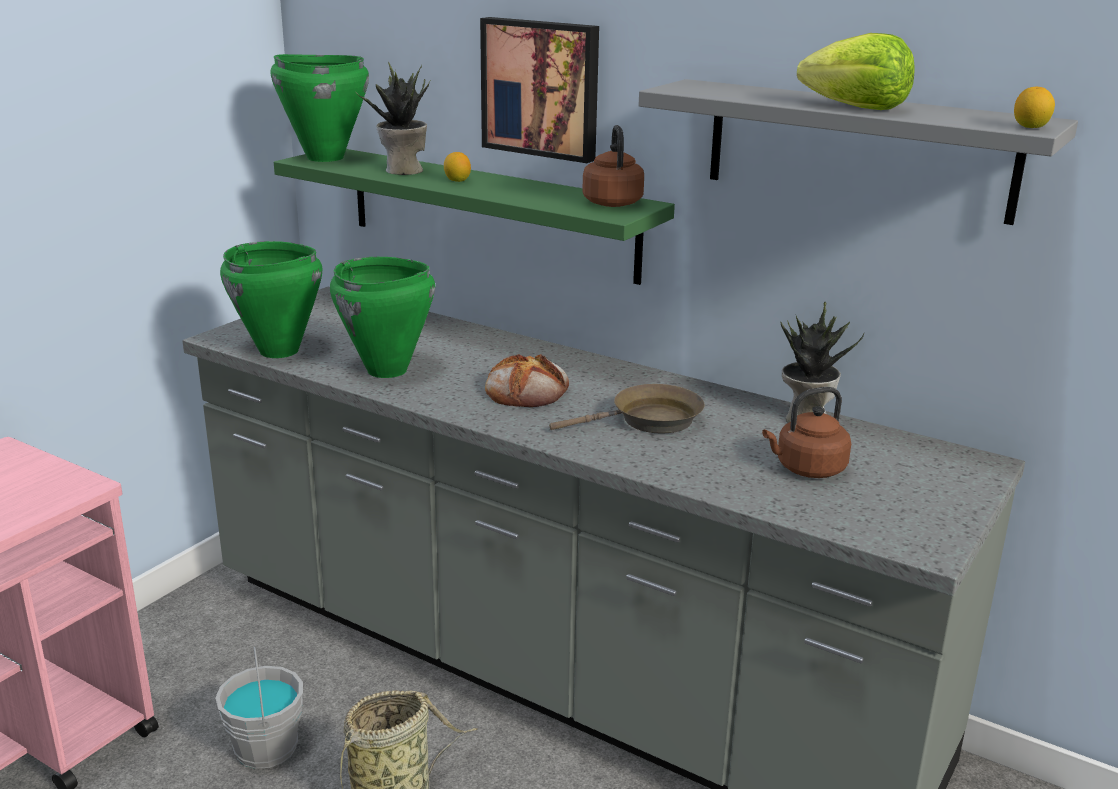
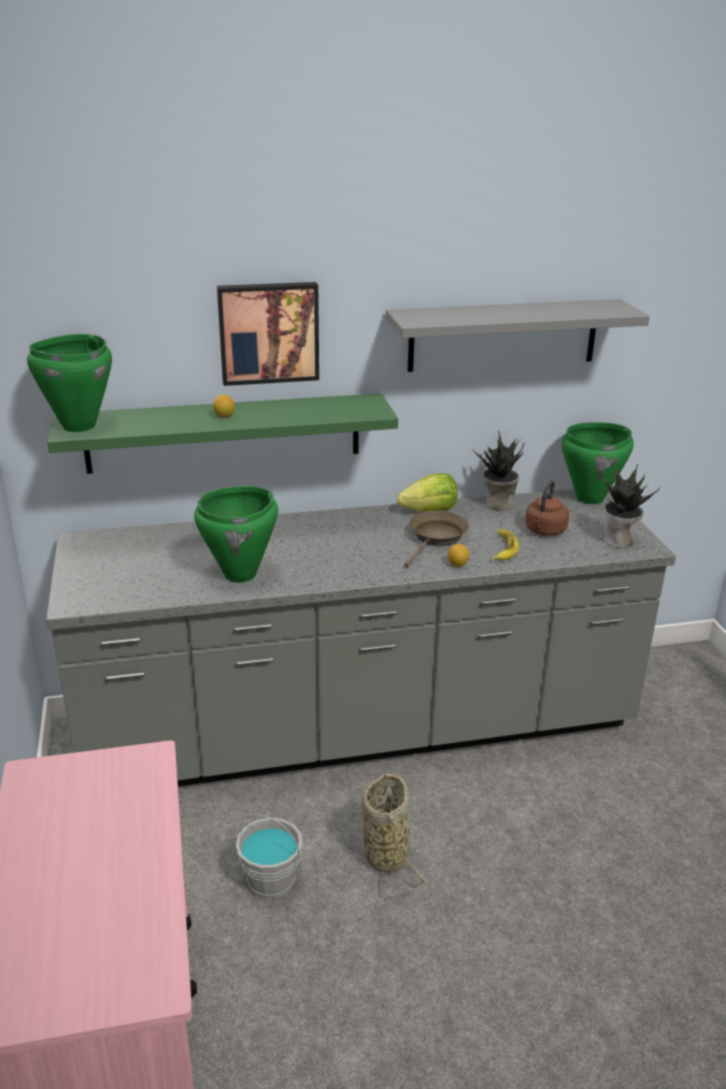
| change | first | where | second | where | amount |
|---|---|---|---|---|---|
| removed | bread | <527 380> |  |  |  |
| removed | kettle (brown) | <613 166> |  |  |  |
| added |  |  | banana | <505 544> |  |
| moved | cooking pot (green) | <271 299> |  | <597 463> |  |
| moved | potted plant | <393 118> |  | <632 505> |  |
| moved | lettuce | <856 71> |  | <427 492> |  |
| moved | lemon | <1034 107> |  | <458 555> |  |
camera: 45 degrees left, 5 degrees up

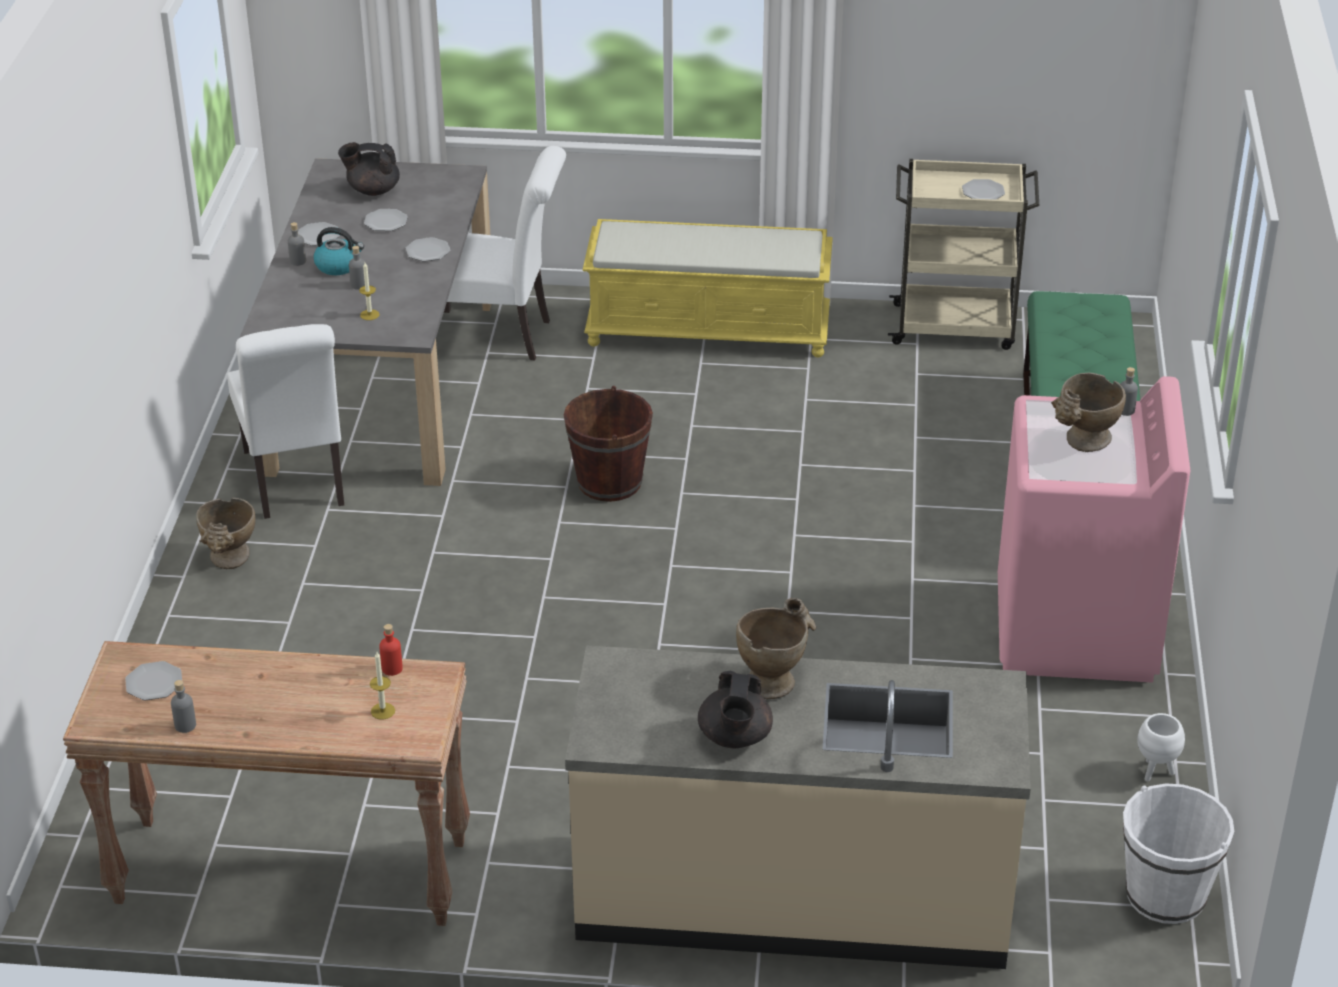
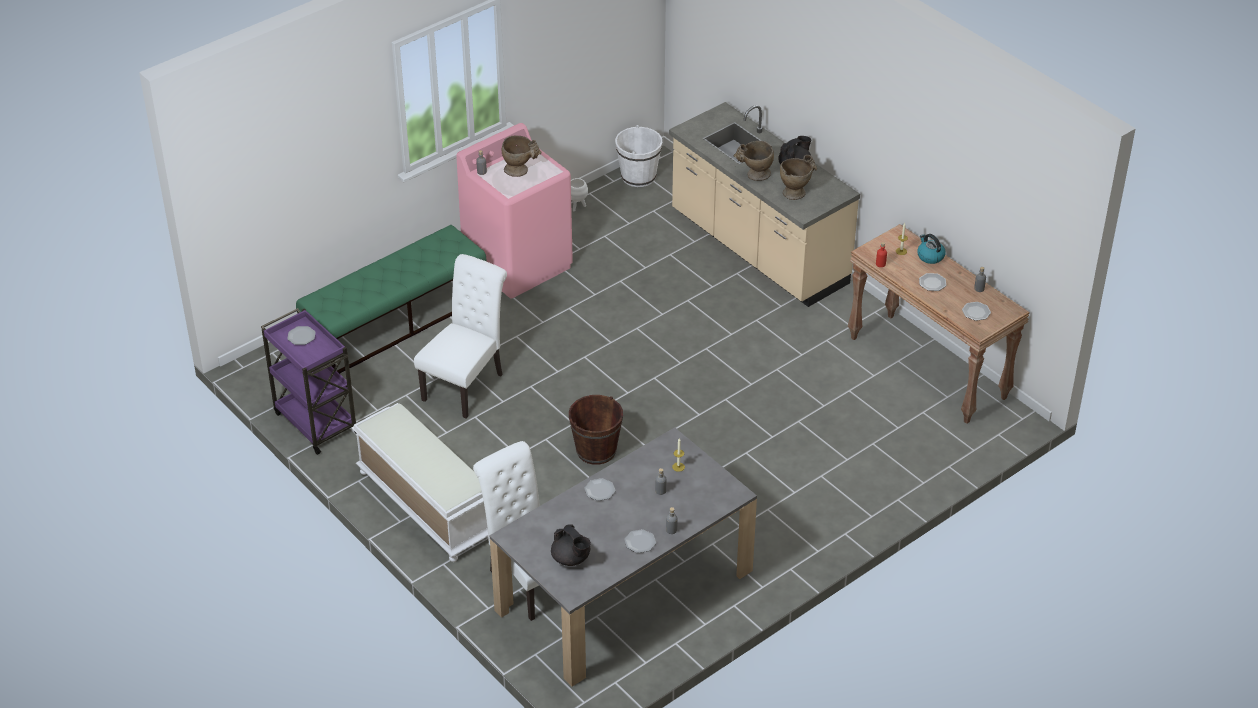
| change | first | where | second | where | amount |
|---|---|---|---|---|---|
| moved | vase (beige) | <225 533> |  | <798 177> |  |
| moved | chair (white) | <285 421> |  | <460 336> |  |
| moved | kettle | <338 251> |  | <931 249> |  |
| moved | plate | <386 220> |  | <932 282> |  |
| recoloured | bench (yellow) | <707 288> | bench (white) | <420 482> |  |
| recoloured | cart (beige) | <963 254> | cart (purple) | <309 381> |  |
camera: 135 degrees left, 5 degrees up

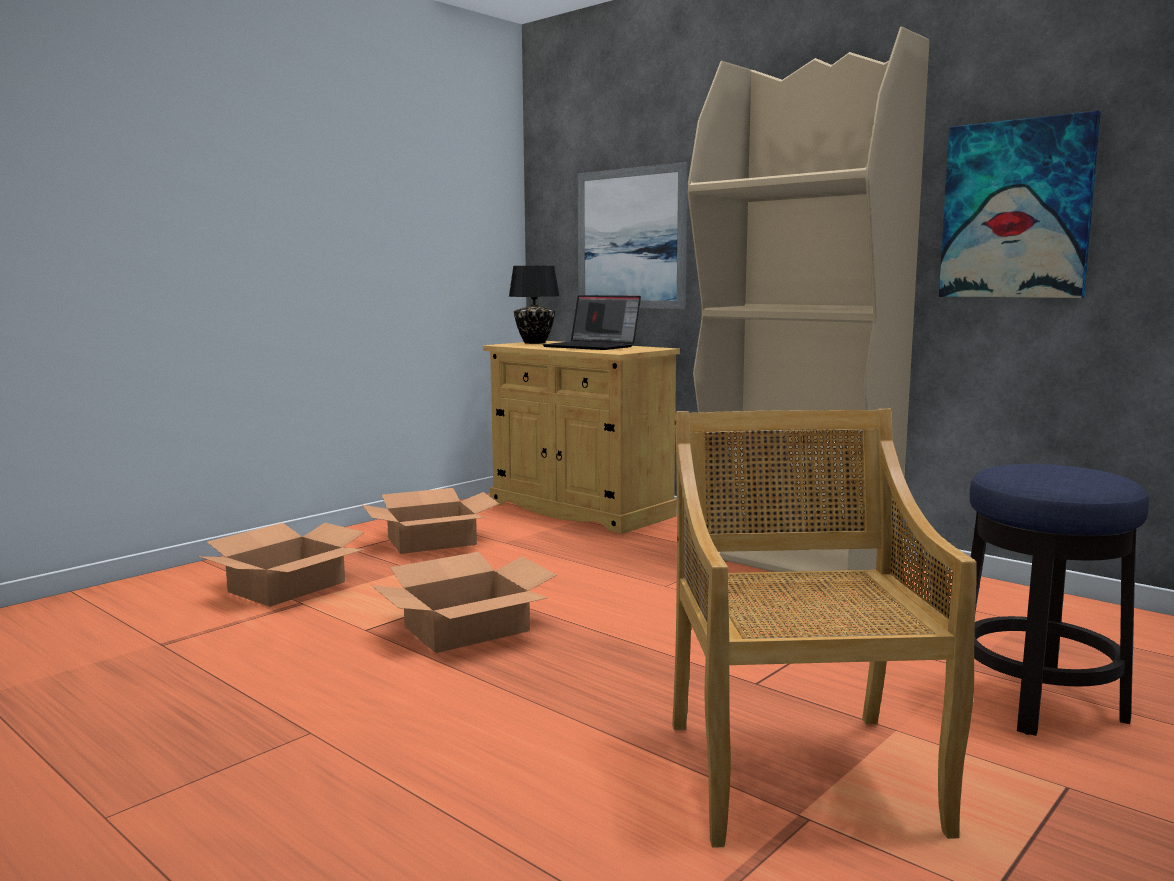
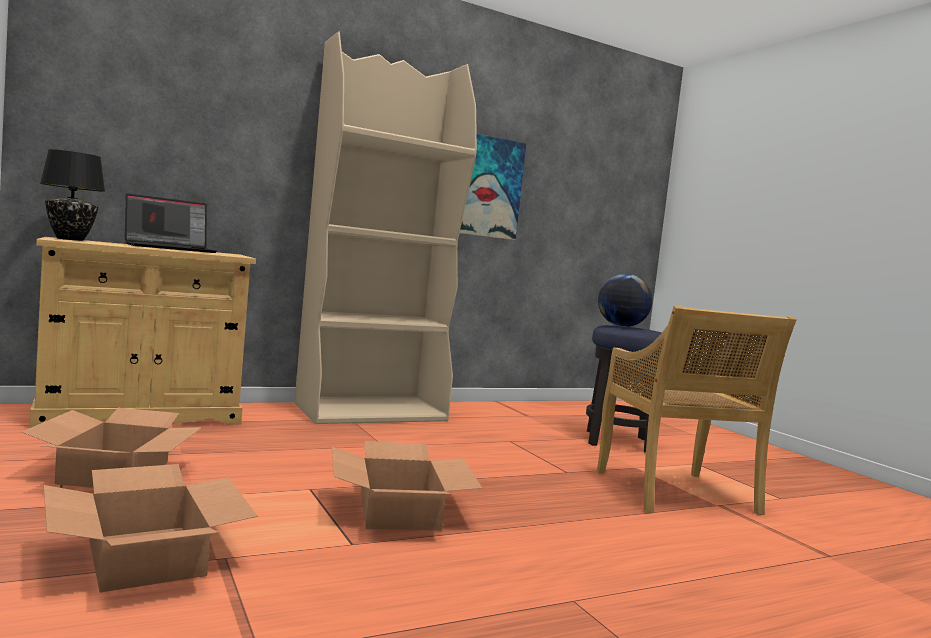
| change | first | where | second | where | amount |
|---|---|---|---|---|---|
| removed | picture | <633 235> |  |  |  |
| added |  |  | globe | <625 300> |  |
| turned | chair (beige) | <824 628> |  | <696 410> | 120 degrees counterclockwise |
camera: 70 degrees left, 5 degrees down

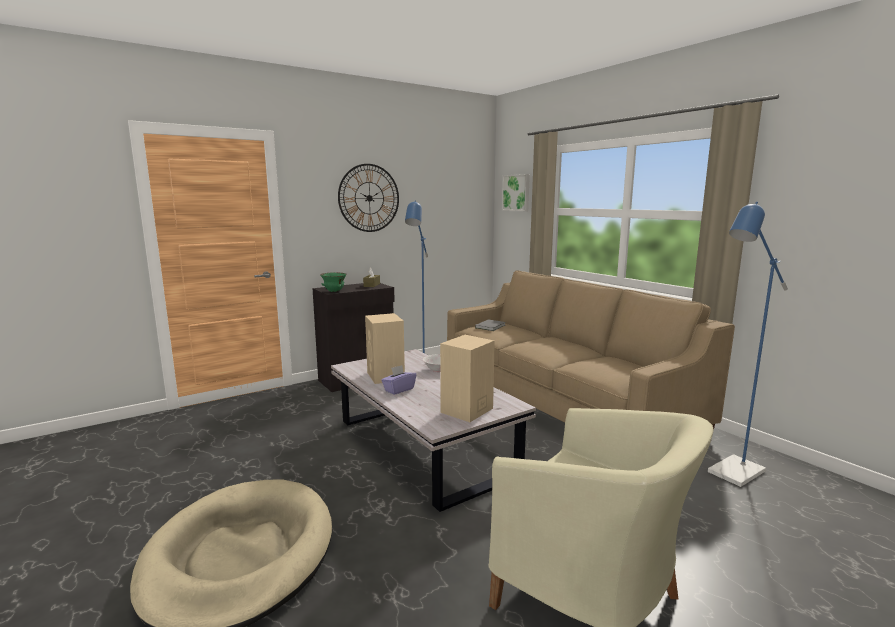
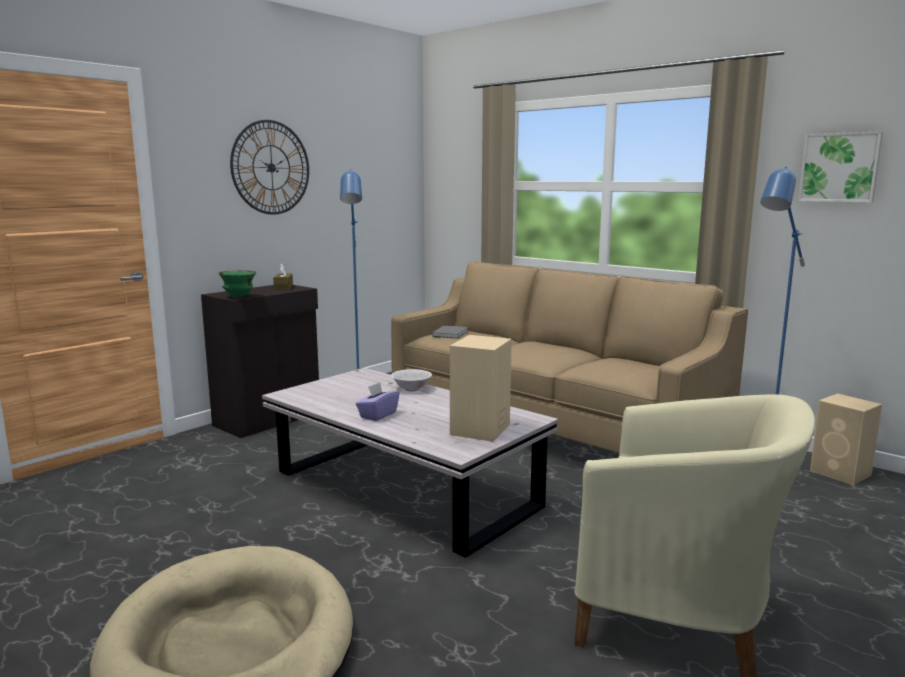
| change | first | where | second | where | amount |
|---|---|---|---|---|---|
| moved | speaker (beige) | <385 348> |  | <846 439> |  |
| moved | picture | <516 192> |  | <840 167> |  |
camera: 15 degrees left, 0 degrees up

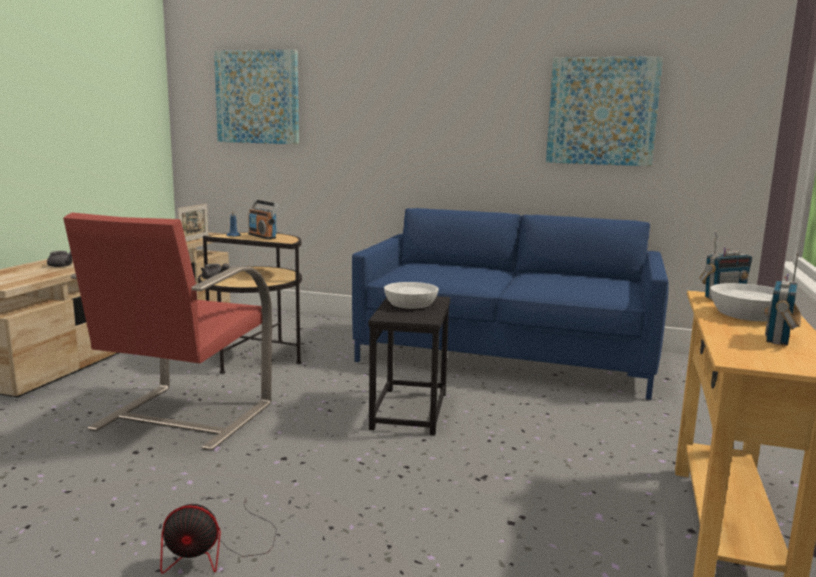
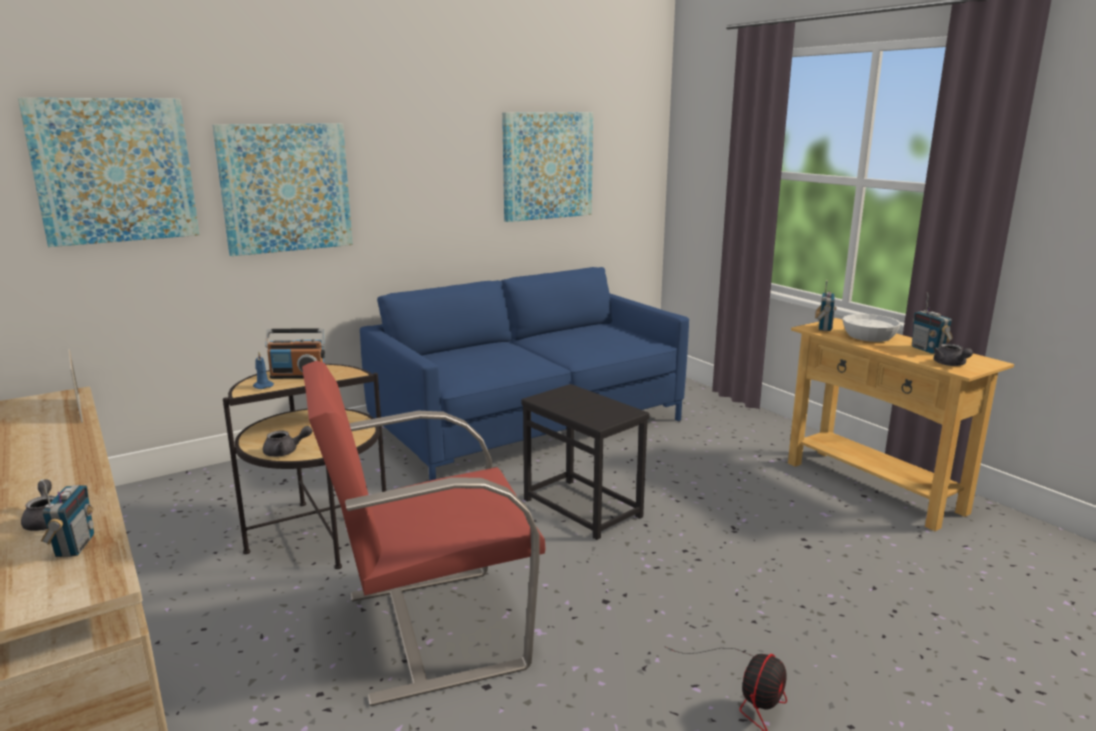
| change | first | where | second | where | amount |
|---|---|---|---|---|---|
| removed | bowl (white) | <411 295> |  |  |  |
| added |  |  | radio | <67 518> |  |
| added |  |  | picture | <282 189> |  |
| added |  |  | teapot (grey) | <953 354> |  |
| turned | armchair (red) | <167 331> |  | <423 533> | 105 degrees clockwise |
camera: 50 degrees left, 5 degrees up

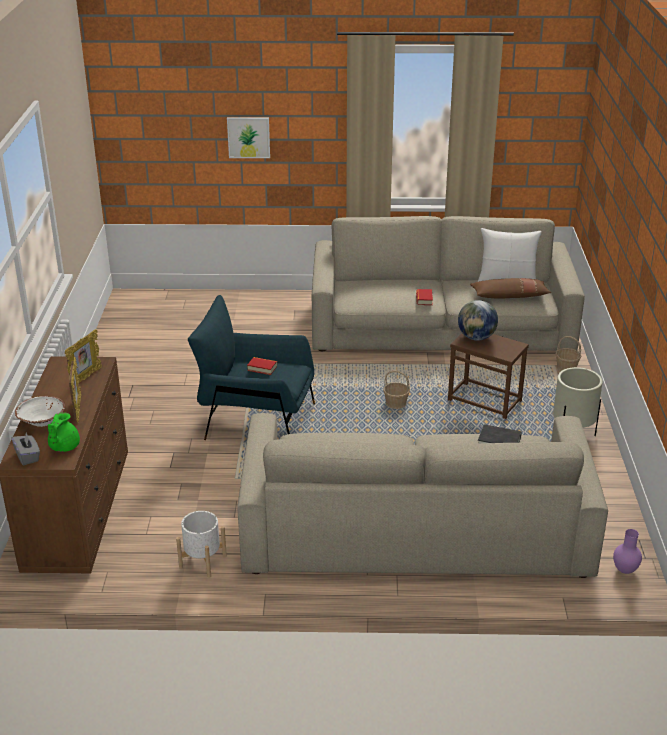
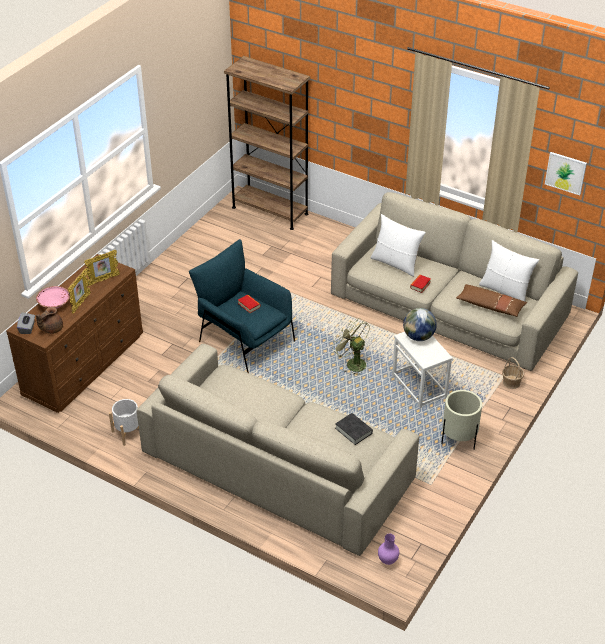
| change | first | where | second | where | amount |
|---|---|---|---|---|---|
| added |  |  | bookcase (brown) | <267 143> |  |
| added |  |  | pillow (white) | <398 245> |  |
| moved | picture | <248 137> |  | <566 173> |  |
| replaced | basket | <396 389> | fan (green) | <351 346> |  |
| recoloured | bowl (white) | <40 411> | bowl (pink) | <53 297> |  |
| recoloured | teapot (green) | <64 432> | teapot (brown) | <49 320> |  |
| recoloured | side table (brown) | <488 376> | side table (white) | <422 370> |  |
camera: 30 degrees right, 10 degrees up

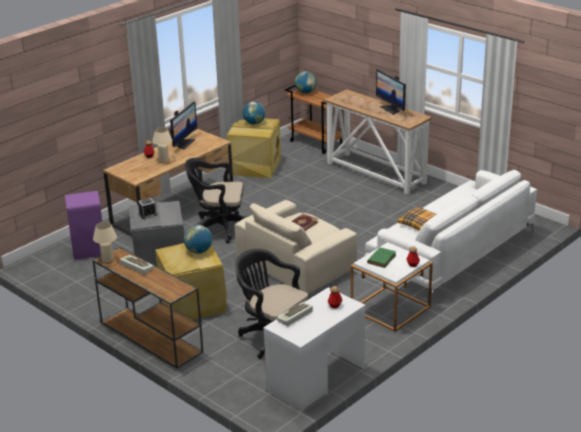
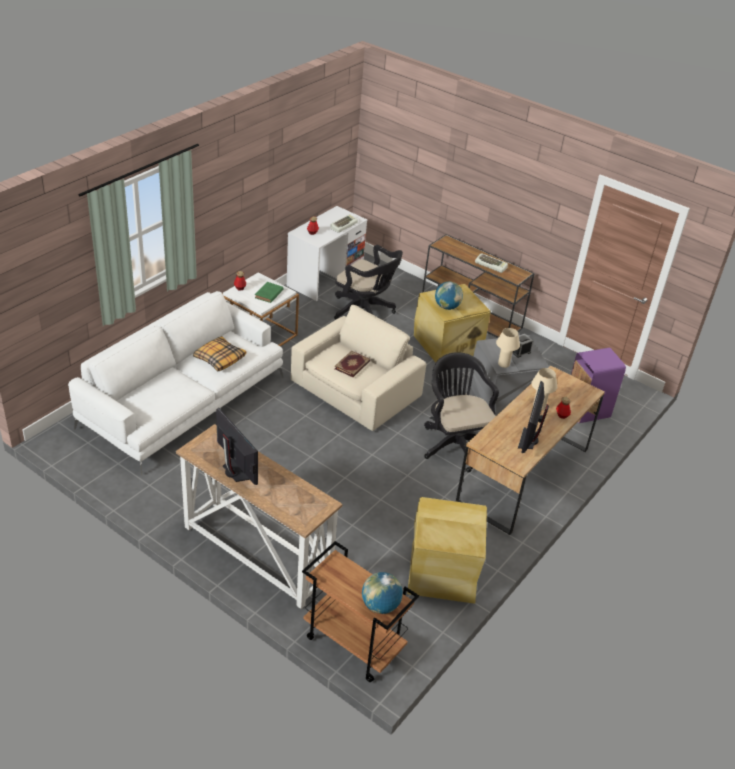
| change | first | where | second | where | amount |
|---|---|---|---|---|---|
| removed | globe | <254 112> |  |  |  |
| moved | table lamp (beige) | <105 242> |  | <508 348> |  |
| turned | office chair (black) | <215 201> |  | <461 412> | 105 degrees counterclockwise |
camera: 170 degrees right, 10 degrees up

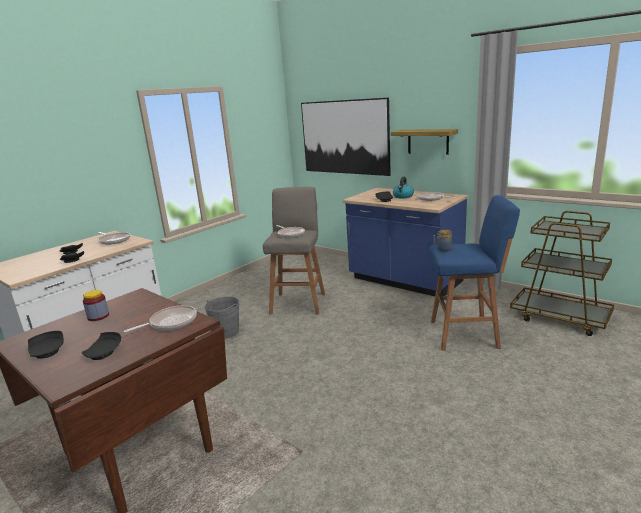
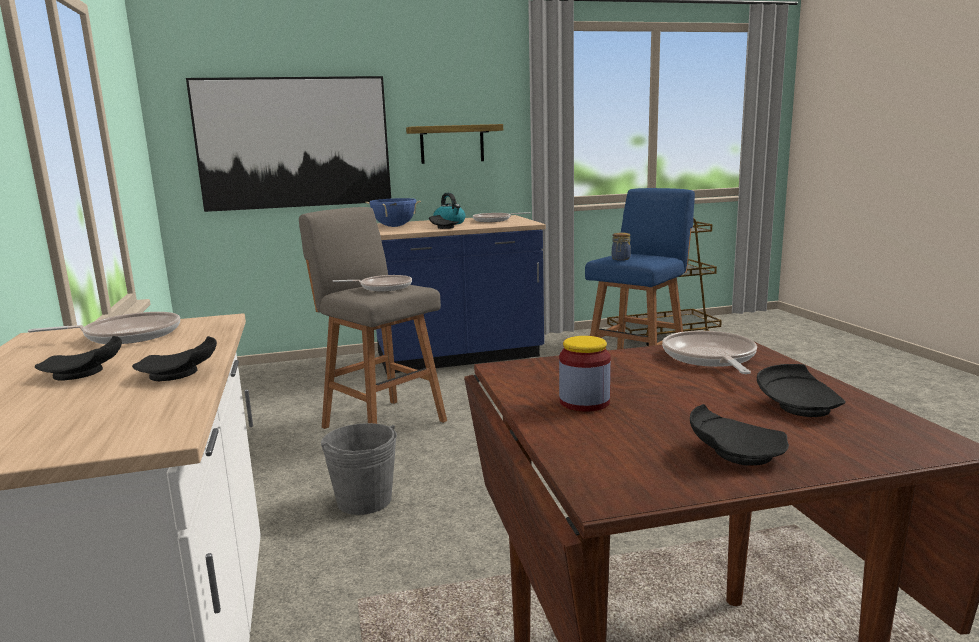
| change | first | where | second | where | amount |
|---|---|---|---|---|---|
| added |  |  | cooking pot (blue) | <393 212> |  |
camera: 55 degrees left, 5 degrees down

